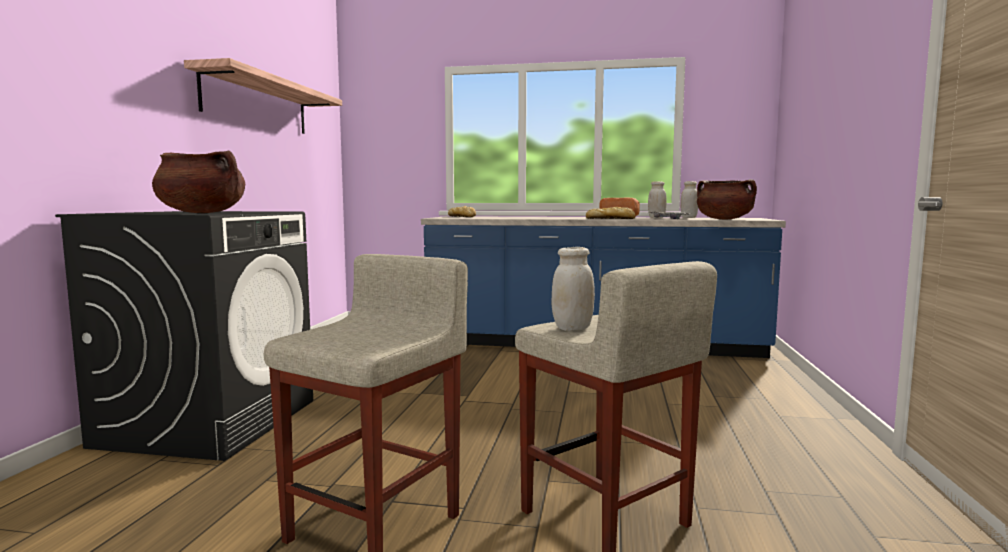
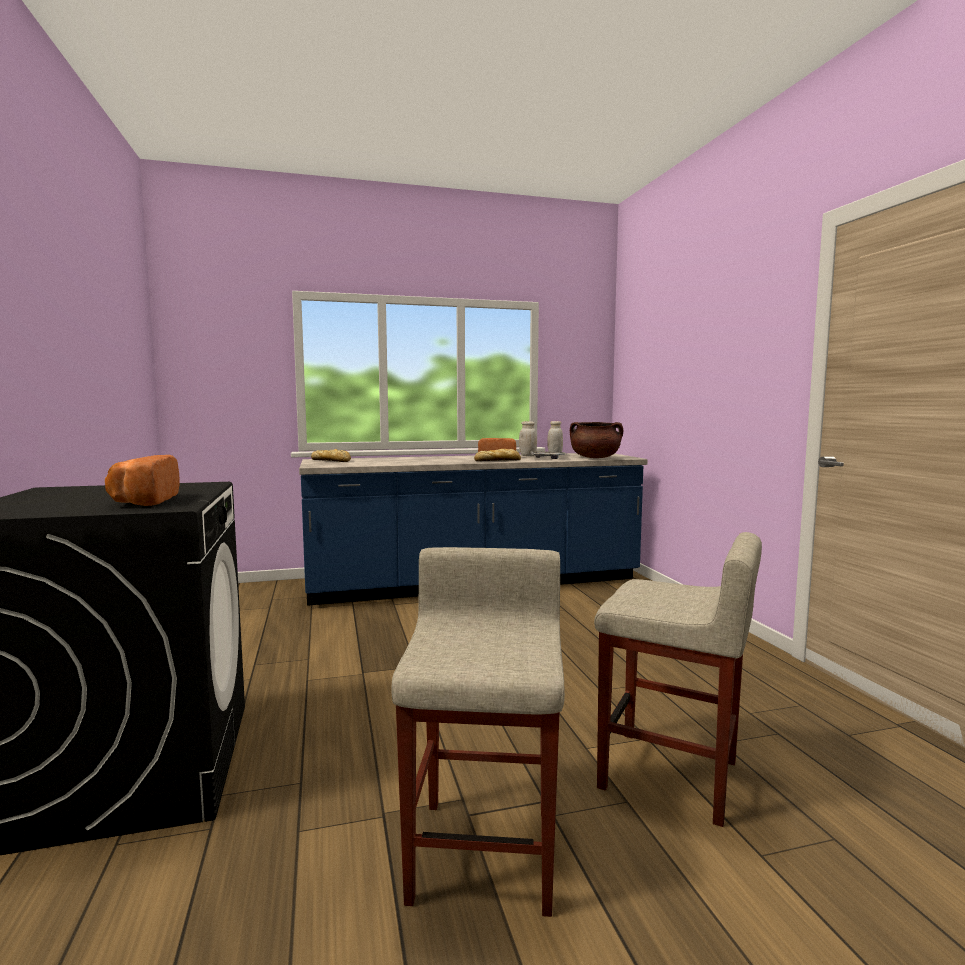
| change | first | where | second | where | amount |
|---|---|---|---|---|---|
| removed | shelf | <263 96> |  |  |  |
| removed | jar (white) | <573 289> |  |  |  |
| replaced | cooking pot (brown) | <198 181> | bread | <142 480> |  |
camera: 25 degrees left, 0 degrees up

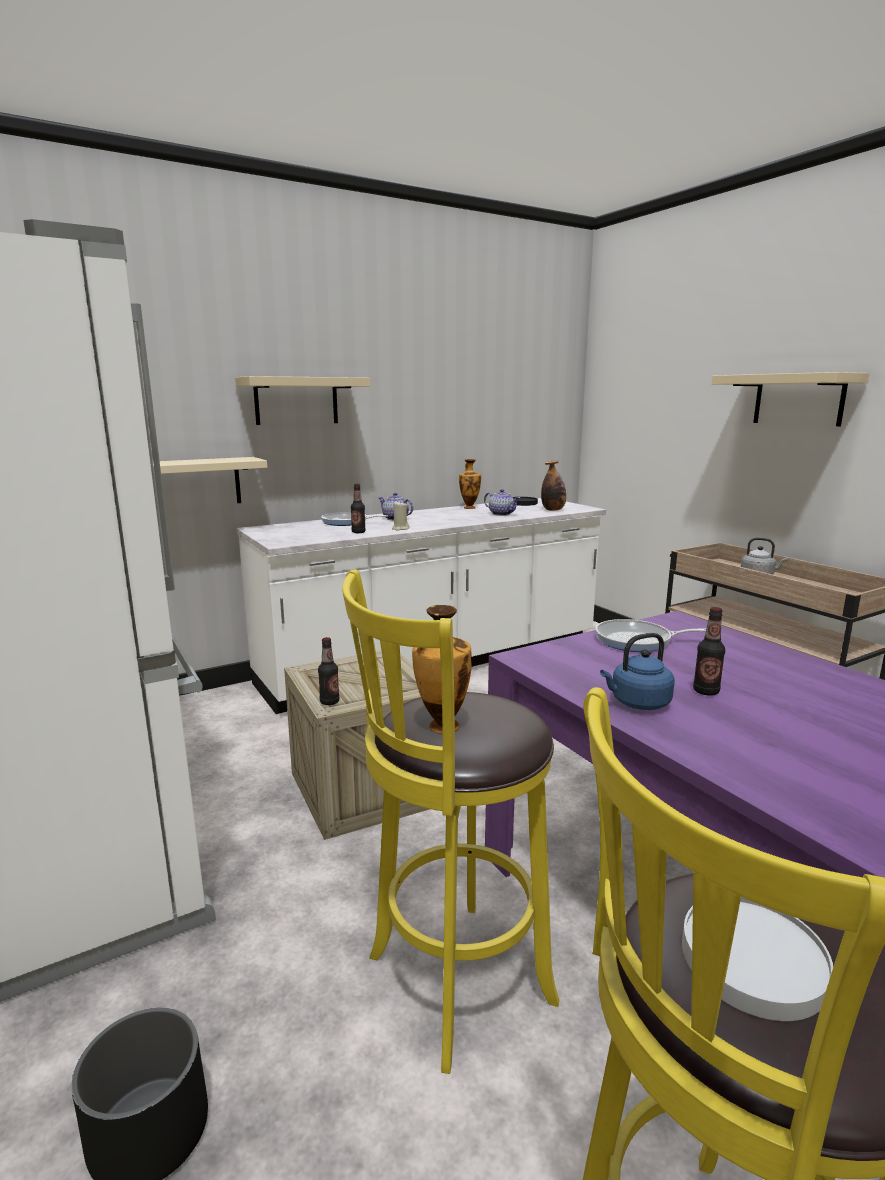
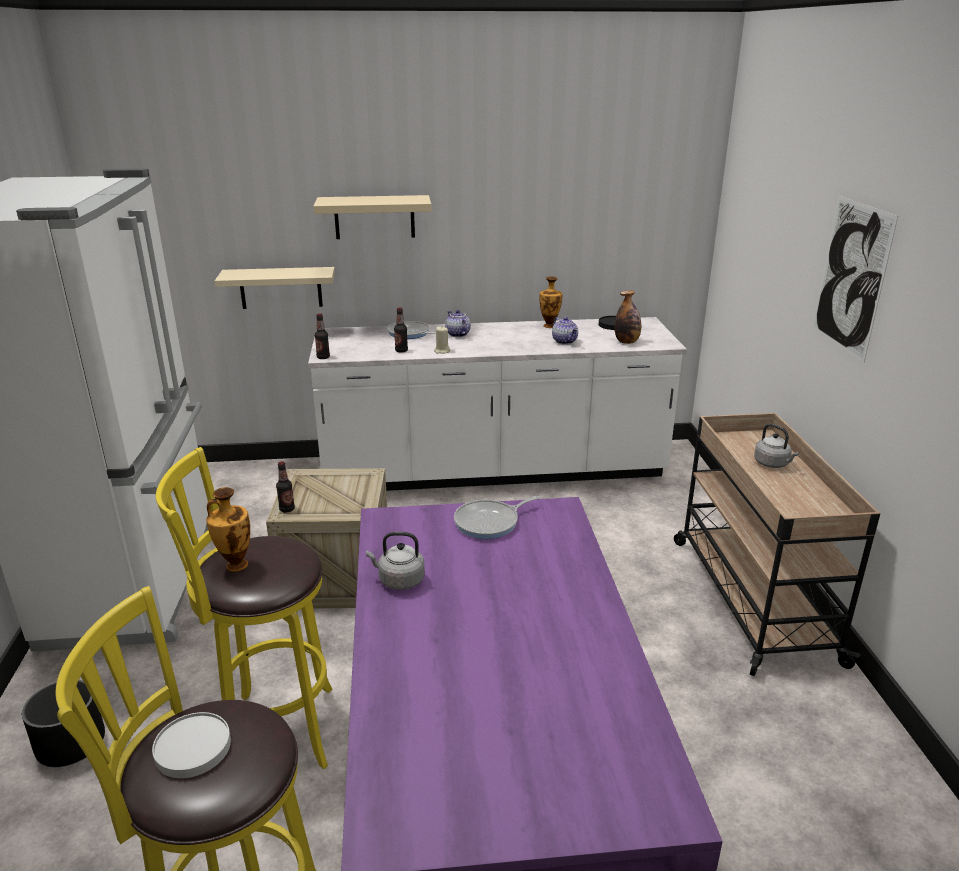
| change | first | where | second | where | amount |
|---|---|---|---|---|---|
| moved | bottle | <709 651> |  | <322 336> |  |
| replaced | shelf (beige) | <791 399> | picture | <855 279> |  |
| recoloured | kettle (blue) | <637 671> | kettle (grey) | <395 561> |  |
| turned | frying pan | <650 635> |  | <496 517> | 60 degrees counterclockwise |
camera: 25 degrees right, 10 degrees up

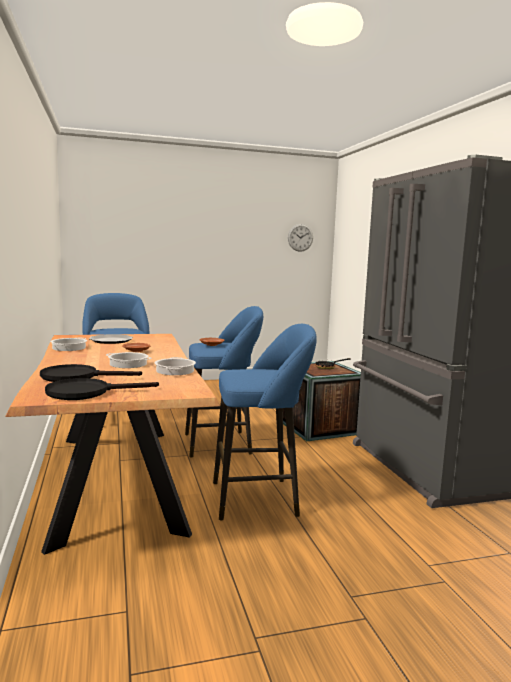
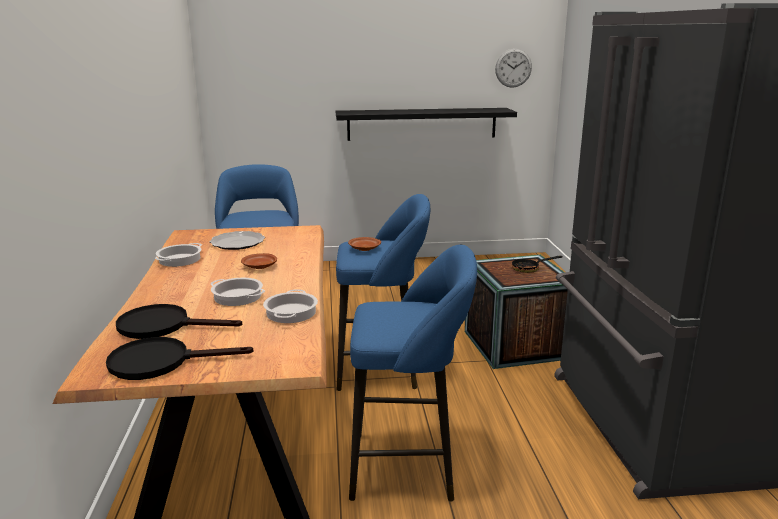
| change | first | where | second | where | amount |
|---|---|---|---|---|---|
| added |  |  | shelf (black) | <426 124> |  |
camera: 10 degrees right, 10 degrees up

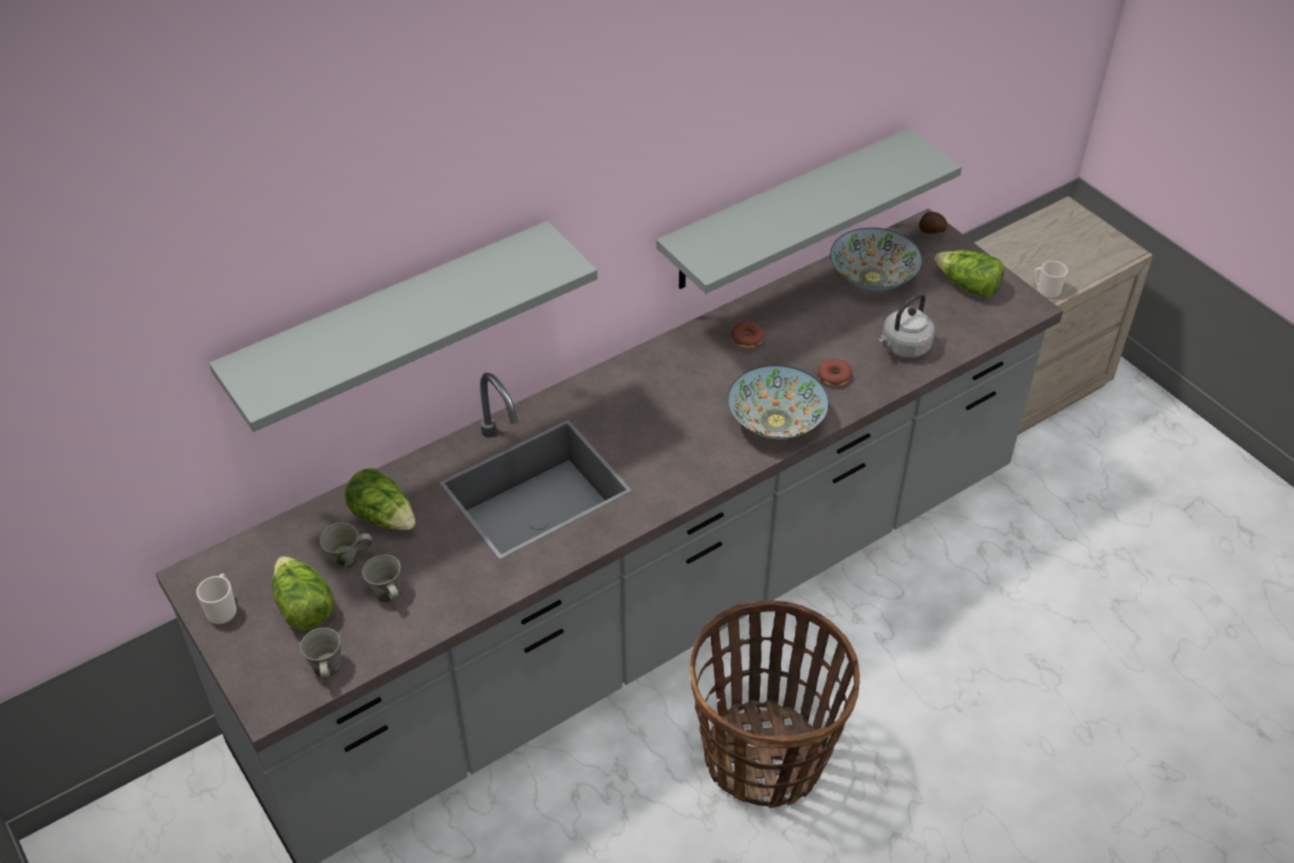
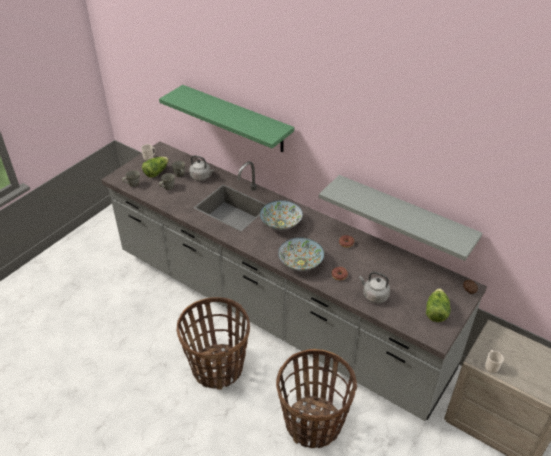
| change | first | where | second | where | amount |
|---|---|---|---|---|---|
| added |  |  | basket | <316 398> |  |
| moved | bowl | <876 259> |  | <281 215> |  |
| replaced | lettuce | <380 499> | kettle (grey) | <201 168> |  |
| recoloured | shelf (grey) | <403 326> | shelf (green) | <226 118> |  |
camera: 70 degrees right, 5 degrees down

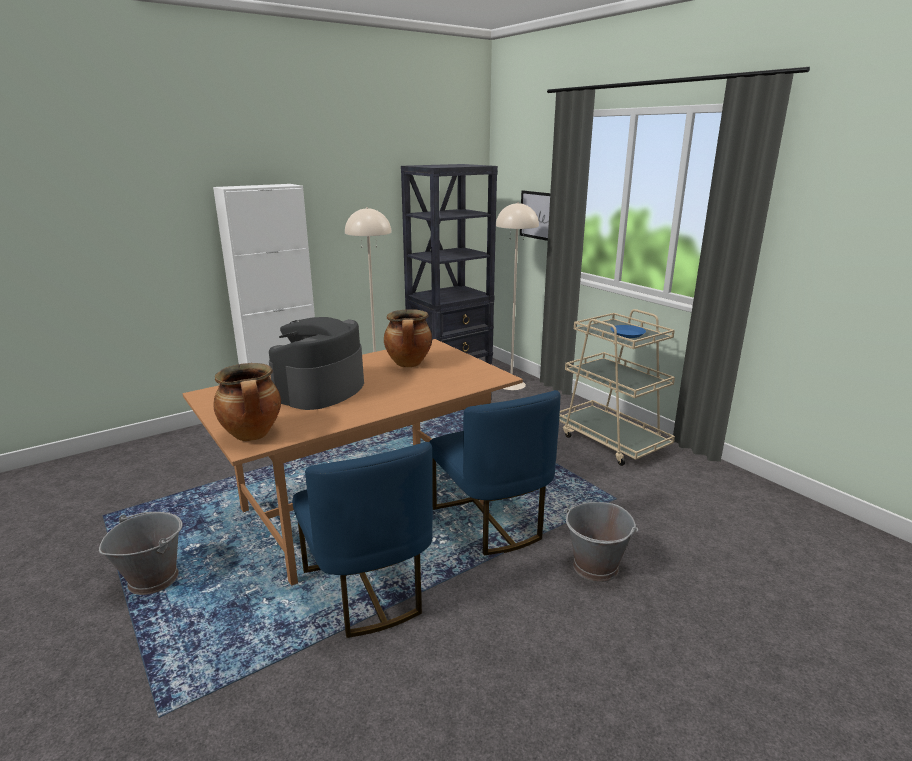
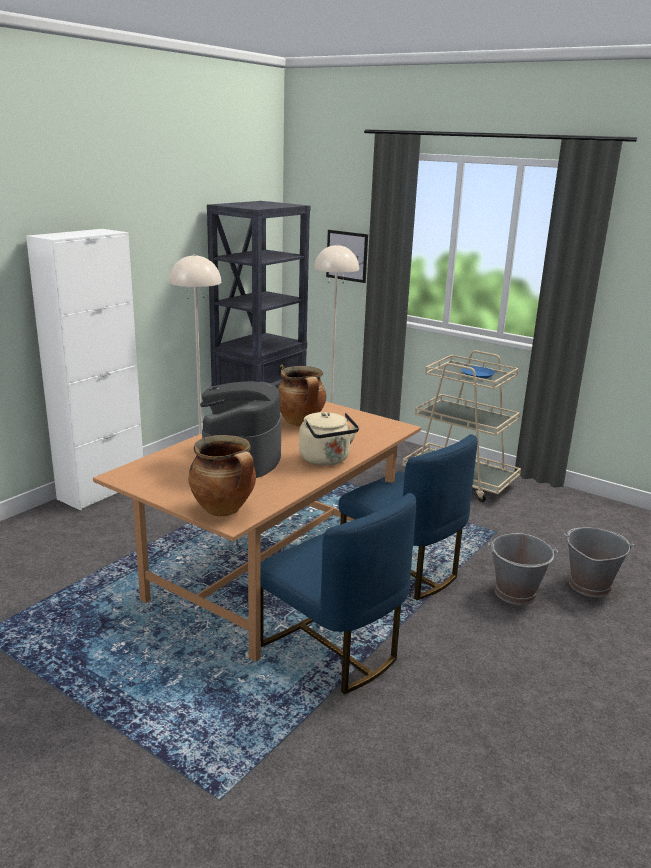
| change | first | where | second | where | amount |
|---|---|---|---|---|---|
| added |  |  | kettle (beige) | <329 439> |  |
| moved | bucket (grey) | <141 553> |  | <599 562> |  |
camera: 20 degrees left, 0 degrees up

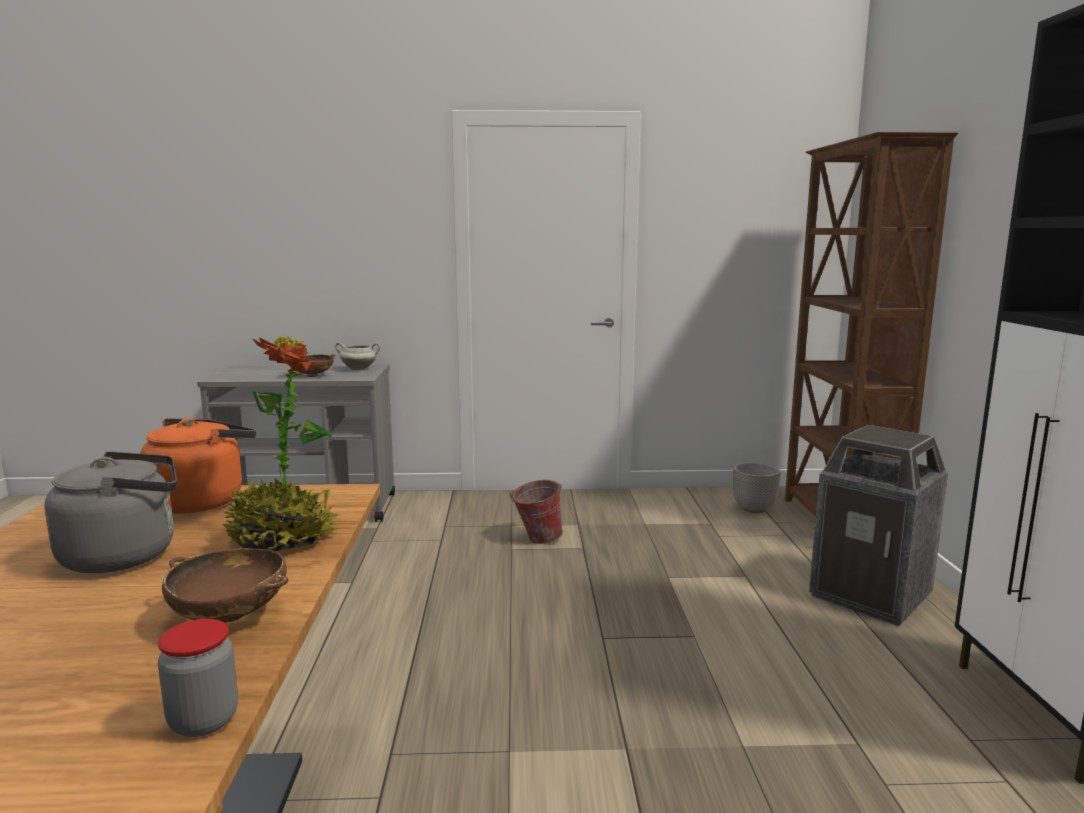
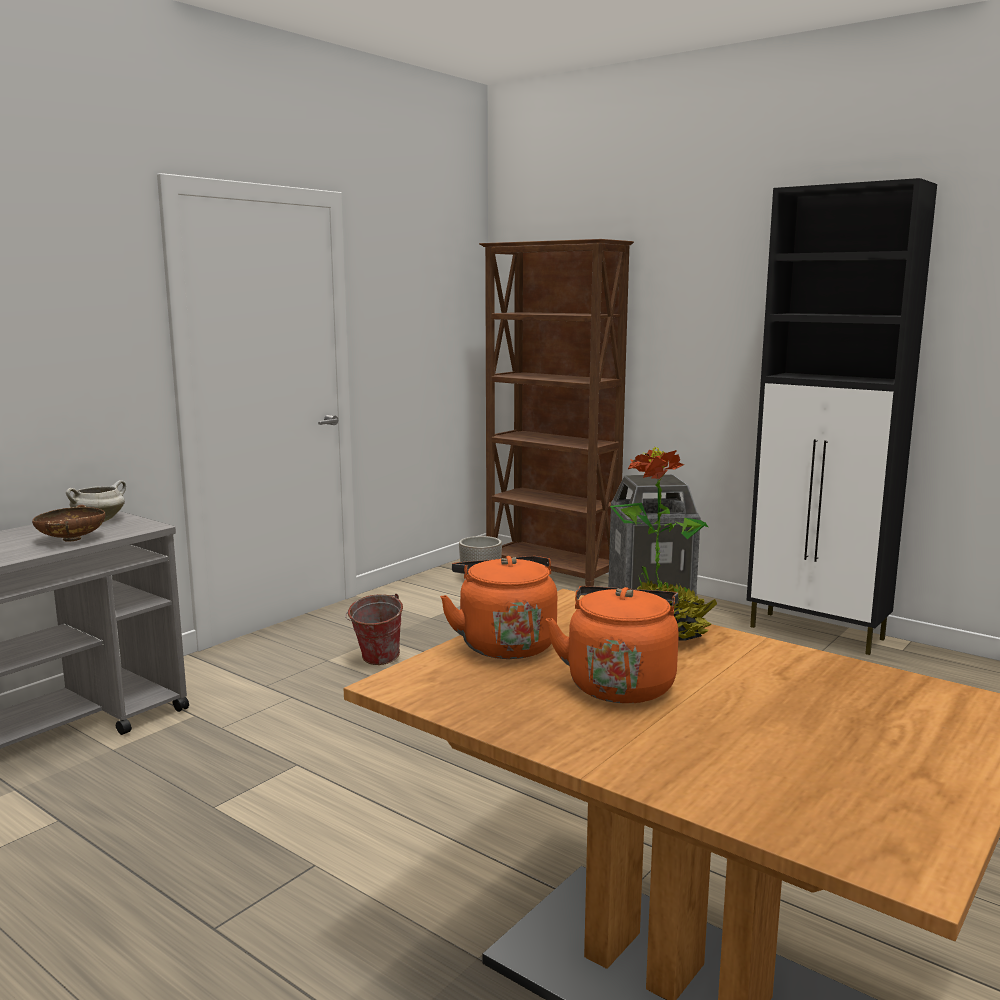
| change | first | where | second | where | amount |
|---|---|---|---|---|---|
| removed | jar | <198 678> |  |  |  |
| removed | bowl (brown) | <225 586> |  |  |  |
| recoloured | kettle (grey) | <110 512> | kettle (orange) | <612 644> |  |
camera: 50 degrees left, 0 degrees up

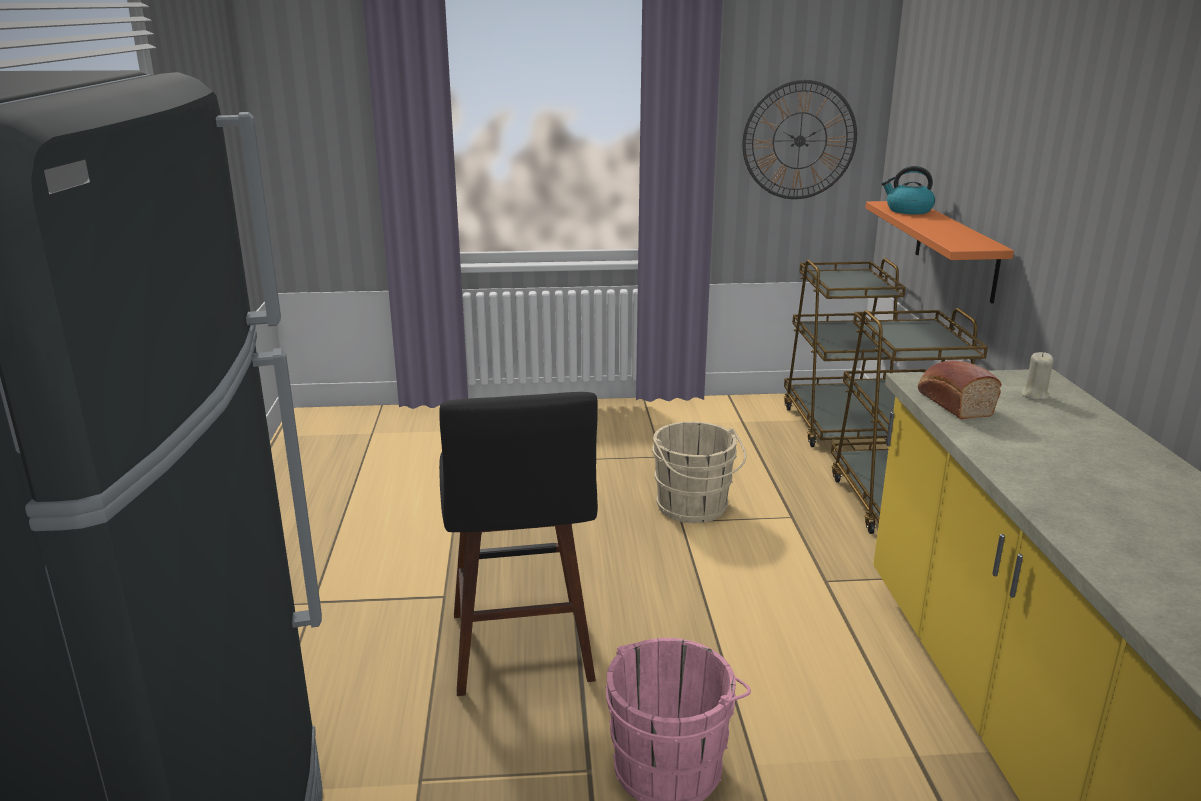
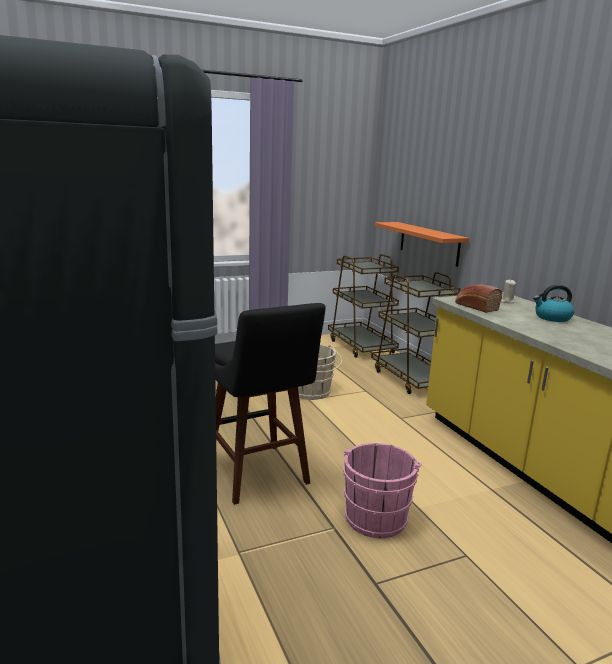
| change | first | where | second | where | amount |
|---|---|---|---|---|---|
| removed | wall clock | <799 139> |  |  |  |
| moved | kettle | <908 190> |  | <553 303> |  |
camera: 20 degrees left, 5 degrees down

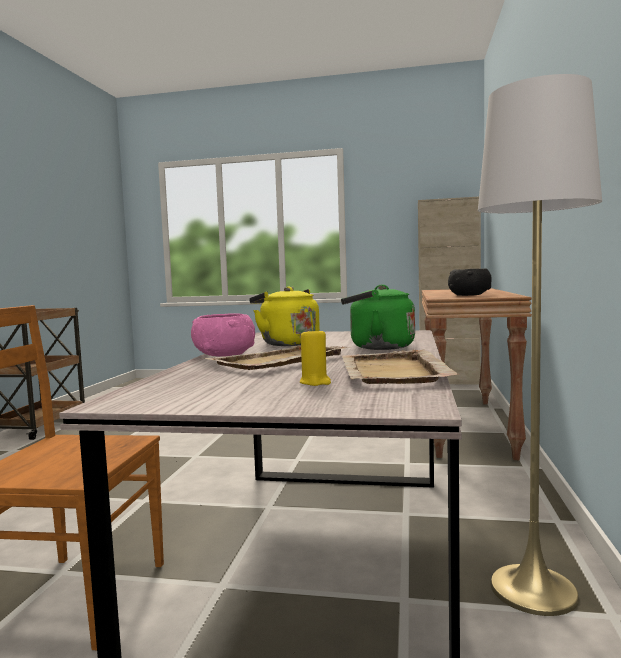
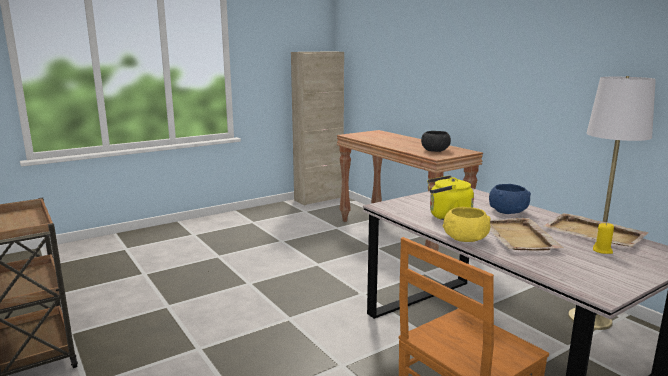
| change | first | where | second | where | amount |
|---|---|---|---|---|---|
| replaced | kettle (green) | <378 317> | bowl (blue) | <510 199> |  |
| recoloured | bowl (pink) | <223 335> | bowl (yellow) | <467 224> |  |
camera: 45 degrees left, 10 degrees up

